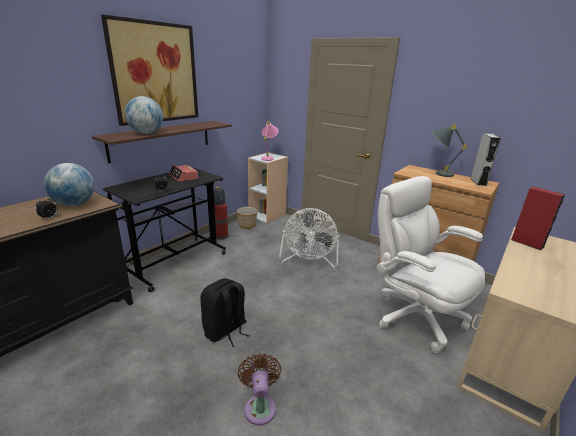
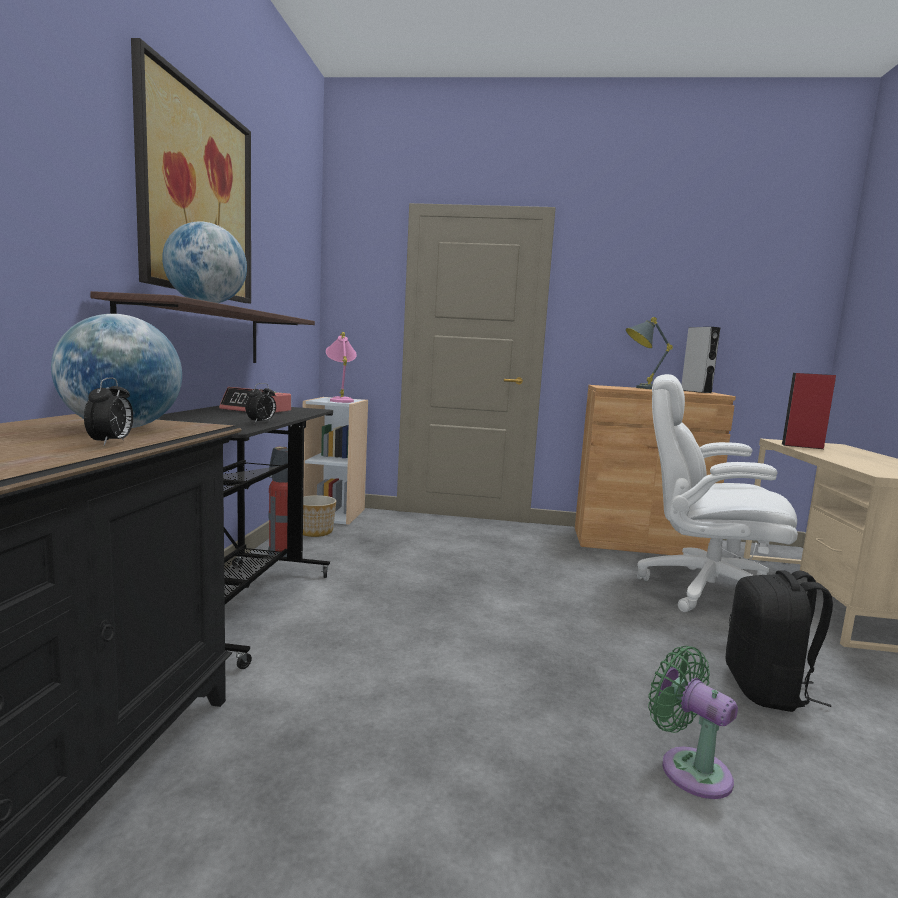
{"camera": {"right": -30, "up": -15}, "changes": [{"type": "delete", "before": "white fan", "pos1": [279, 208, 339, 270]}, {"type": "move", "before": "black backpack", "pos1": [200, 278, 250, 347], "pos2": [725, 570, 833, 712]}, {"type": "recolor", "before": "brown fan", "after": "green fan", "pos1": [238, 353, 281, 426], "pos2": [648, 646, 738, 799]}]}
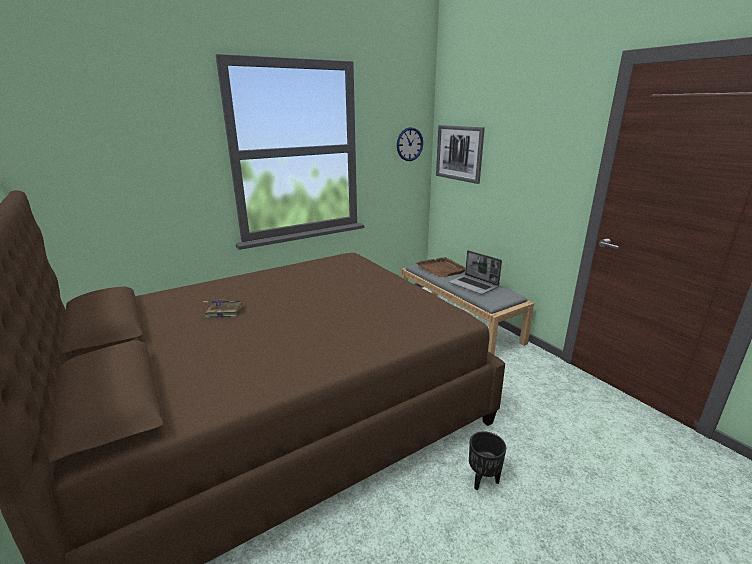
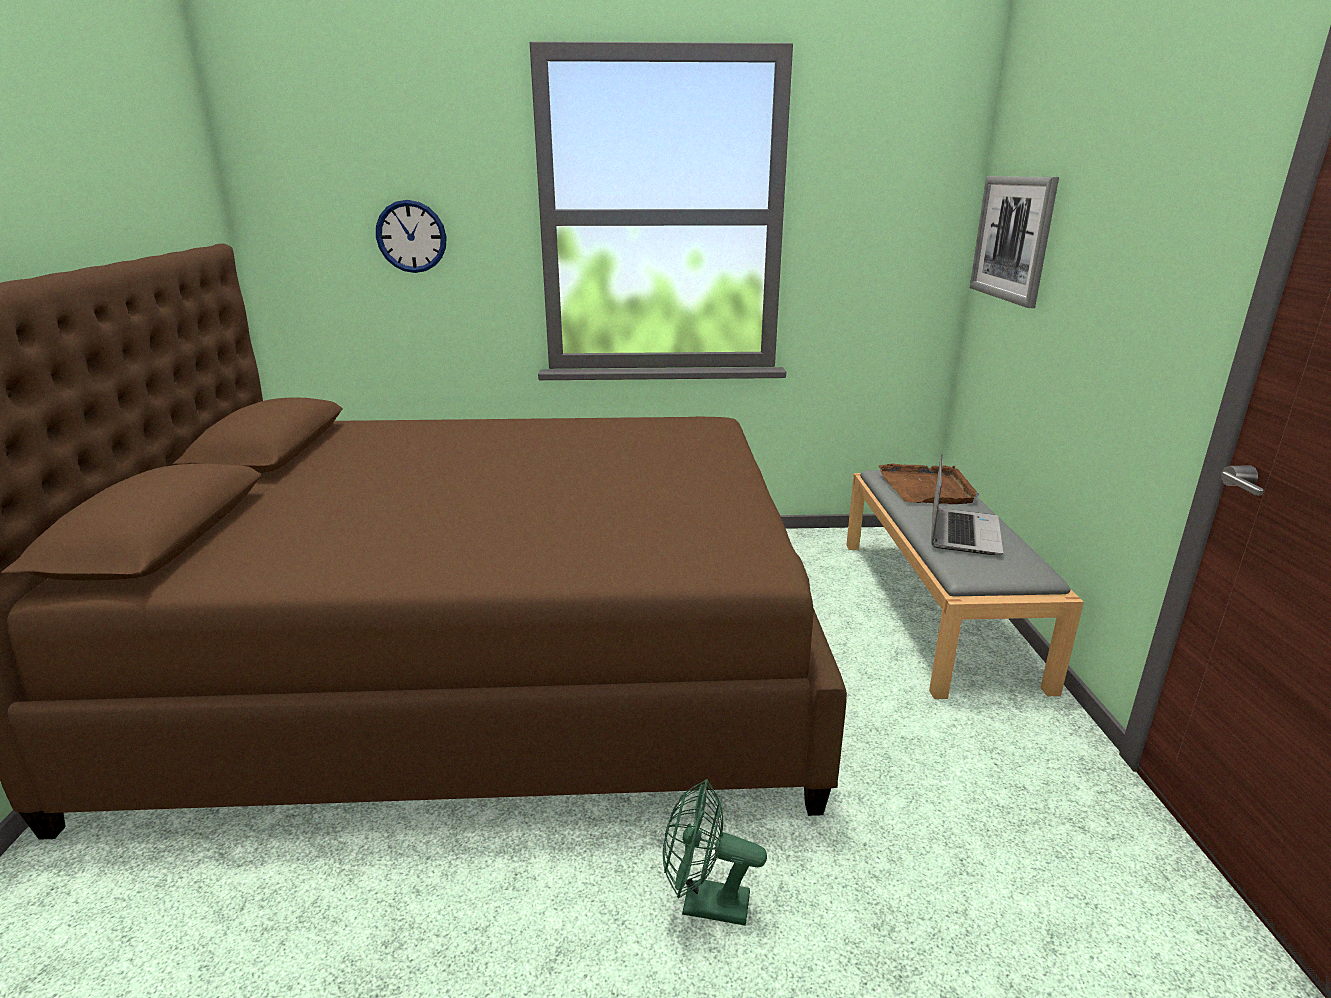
{"camera": {"right": 30, "up": 0}, "changes": [{"type": "delete", "before": "book", "pos1": [203, 299, 242, 318]}, {"type": "move", "before": "wall clock", "pos1": [397, 127, 423, 161], "pos2": [376, 200, 447, 273]}, {"type": "replace", "before": "black planter", "after": "green fan", "pos1": [469, 431, 506, 490], "pos2": [663, 779, 767, 926]}, {"type": "rotate", "before": "laptop", "pos1": [448, 250, 502, 294], "pos2": [931, 454, 1003, 555], "turn": -150}]}
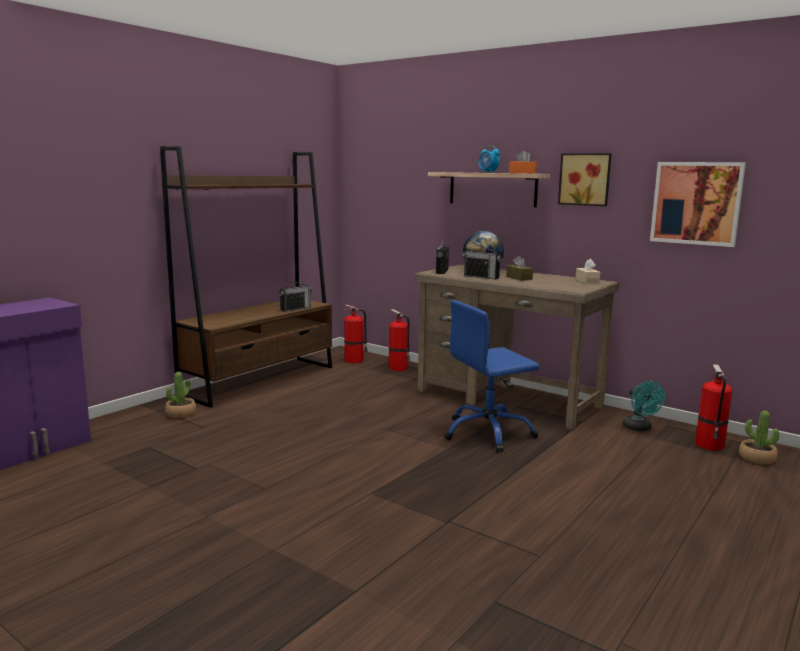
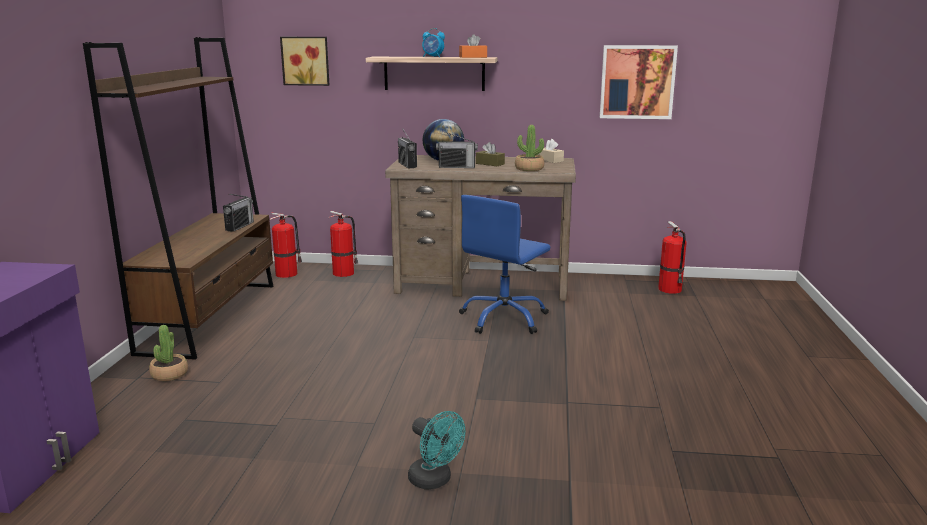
{"camera": {"right": -30, "up": 5}, "changes": [{"type": "move", "before": "picture", "pos1": [558, 153, 612, 206], "pos2": [280, 37, 329, 86]}, {"type": "move", "before": "turquoise fan", "pos1": [622, 381, 665, 431], "pos2": [408, 411, 465, 489]}, {"type": "move", "before": "potted plant", "pos1": [739, 411, 779, 465], "pos2": [515, 125, 544, 171]}]}
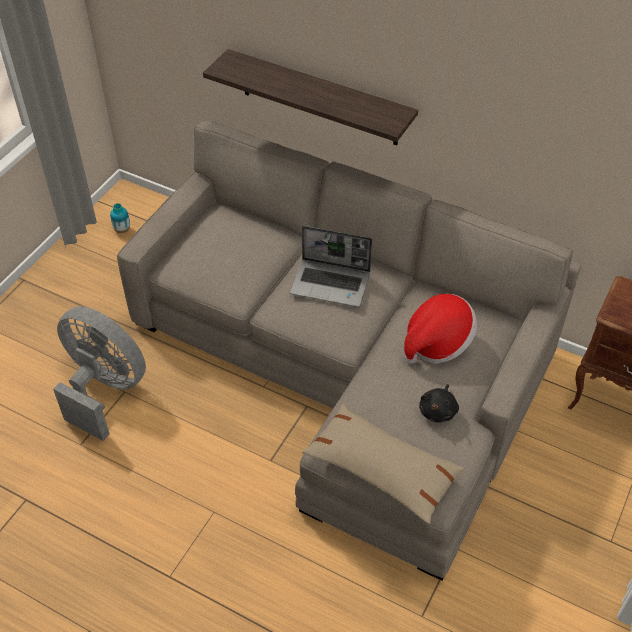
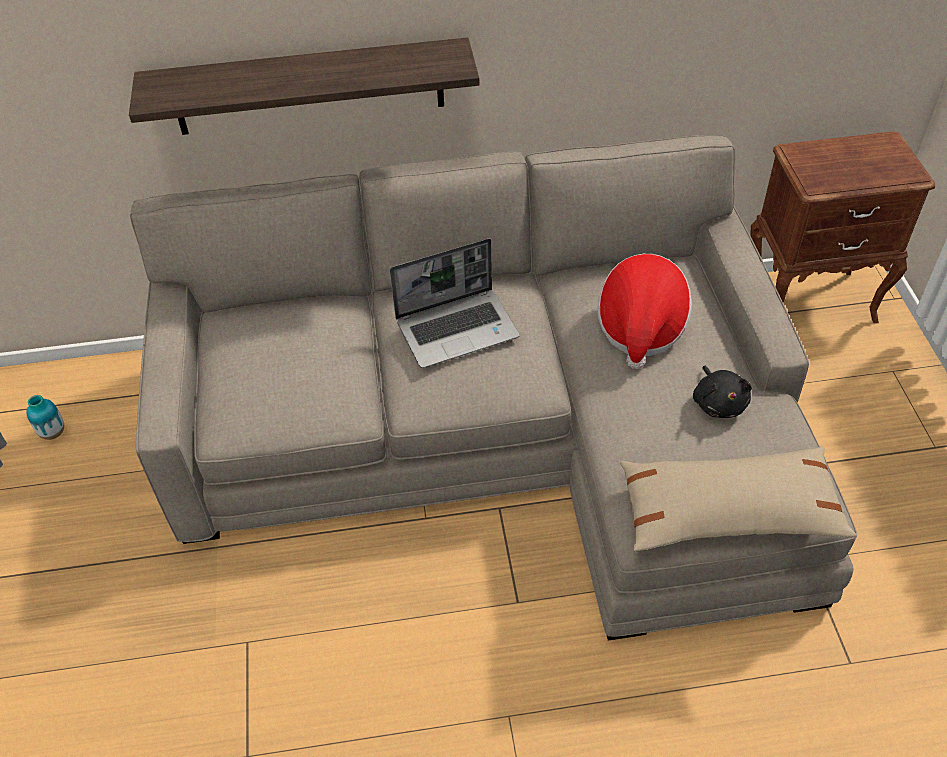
{"camera": {"right": -35, "up": 0}, "changes": [{"type": "delete", "before": "grey fan", "pos1": [53, 306, 146, 441]}]}
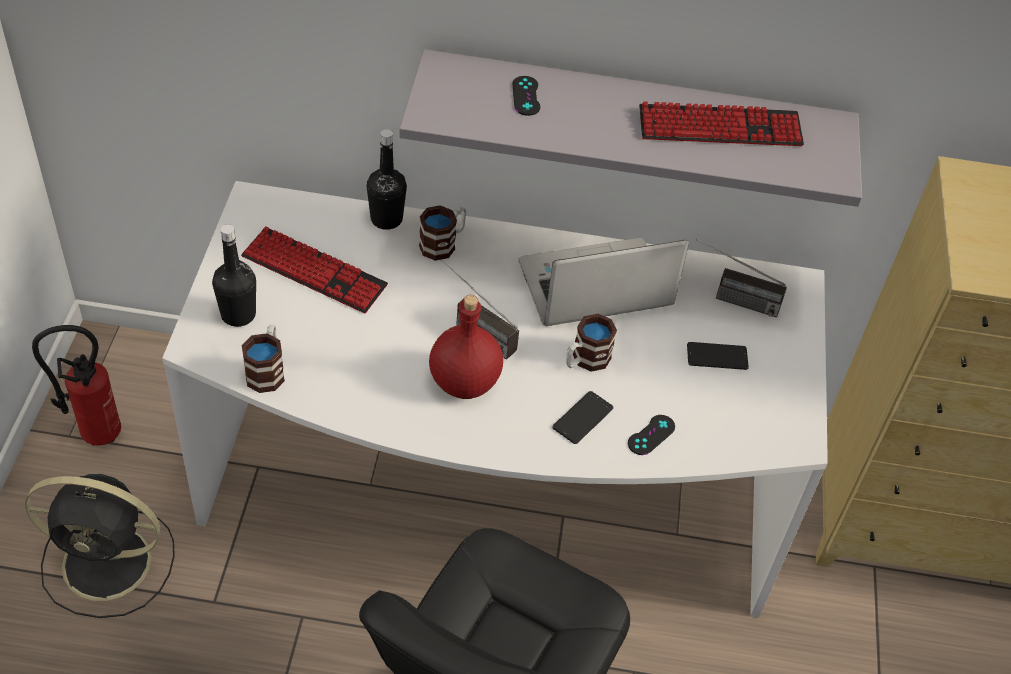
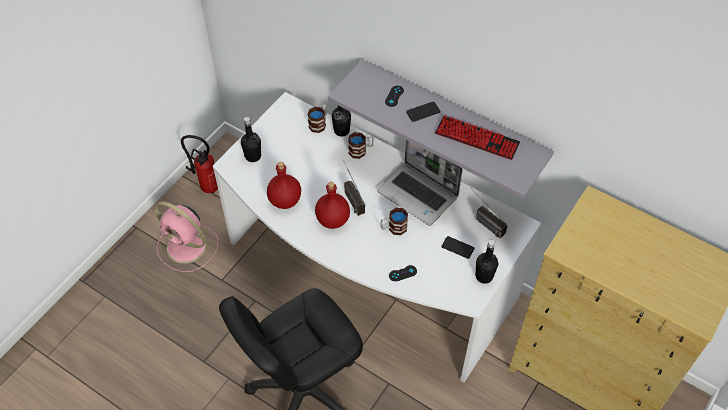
{"camera": {"right": 30, "up": 5}, "changes": [{"type": "delete", "before": "keyboard", "pos1": [241, 226, 388, 313]}, {"type": "insert", "after": "red bottle", "pos2": [267, 162, 301, 209]}, {"type": "insert", "after": "black bottle", "pos2": [476, 239, 498, 284]}, {"type": "move", "before": "mug", "pos1": [242, 325, 285, 393], "pos2": [308, 105, 327, 133]}, {"type": "move", "before": "phone", "pos1": [553, 391, 613, 444], "pos2": [406, 102, 440, 122]}, {"type": "recolor", "before": "black fan", "after": "pink fan", "pos1": [25, 474, 175, 618], "pos2": [155, 202, 218, 272]}, {"type": "rotate", "before": "laptop", "pos1": [519, 238, 689, 326], "pos2": [377, 140, 463, 226], "turn": -150}]}
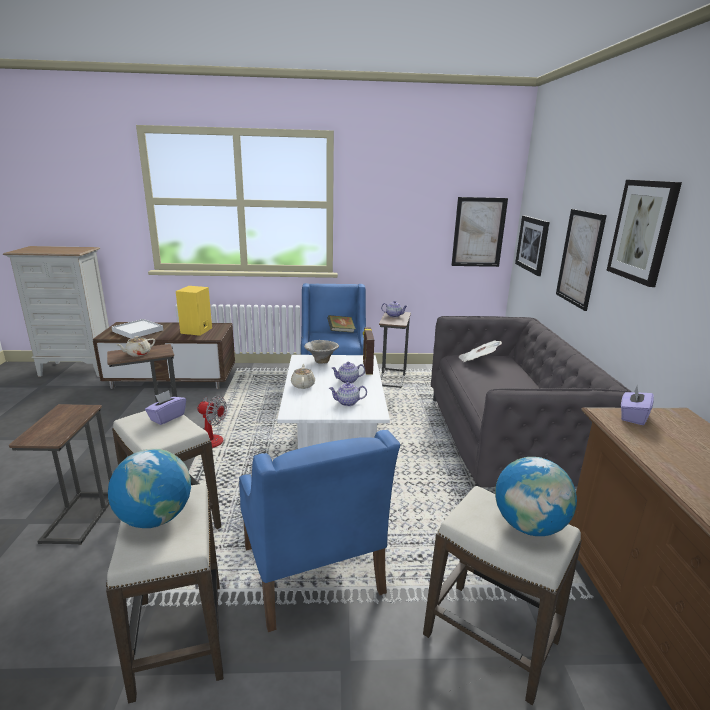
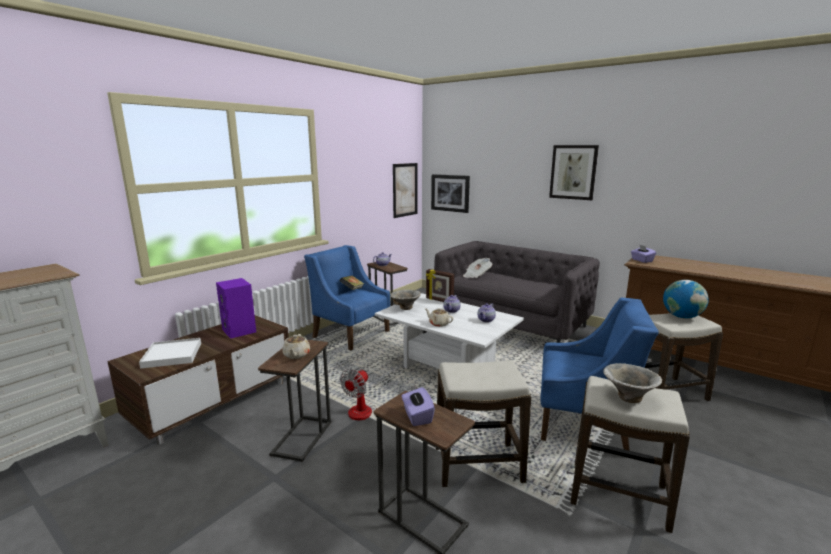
{"camera": {"right": -50, "up": -5}, "changes": [{"type": "delete", "before": "picture", "pos1": [556, 209, 607, 311]}, {"type": "move", "before": "purple tissue box", "pos1": [145, 390, 186, 425], "pos2": [402, 387, 435, 426]}, {"type": "replace", "before": "globe", "after": "bowl", "pos1": [108, 449, 191, 528], "pos2": [603, 363, 662, 403]}, {"type": "recolor", "before": "yellow speaker", "after": "purple speaker", "pos1": [176, 286, 212, 336], "pos2": [216, 278, 256, 339]}, {"type": "rotate", "before": "fan", "pos1": [198, 396, 227, 448], "pos2": [340, 369, 417, 420], "turn": 150}]}
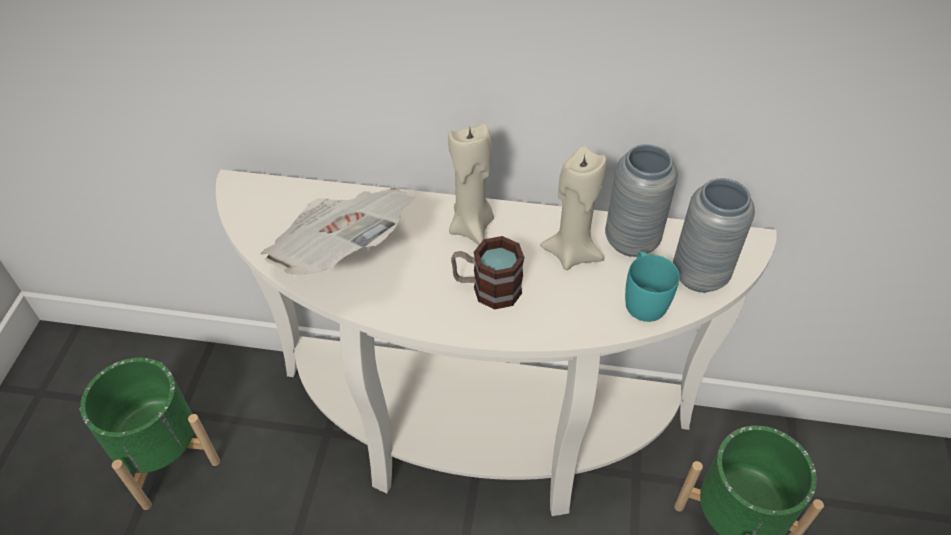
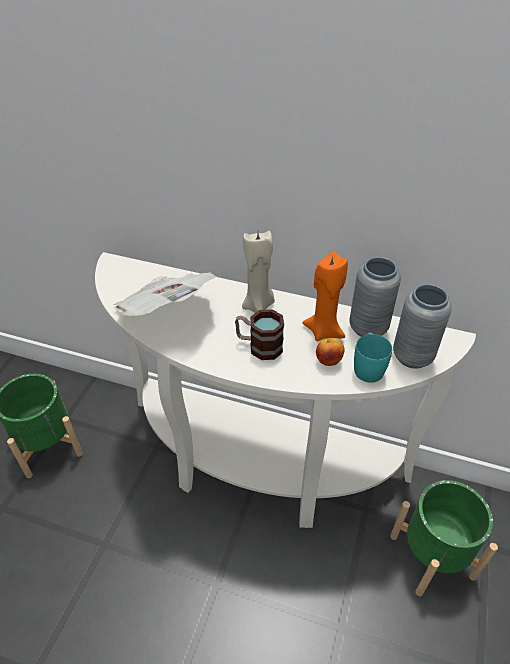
{"camera": {"right": 10, "up": -5}, "changes": [{"type": "insert", "after": "apple", "pos2": [316, 338, 345, 366]}, {"type": "recolor", "before": "beige candle", "after": "orange candle", "pos1": [540, 146, 607, 270], "pos2": [302, 252, 348, 341]}]}
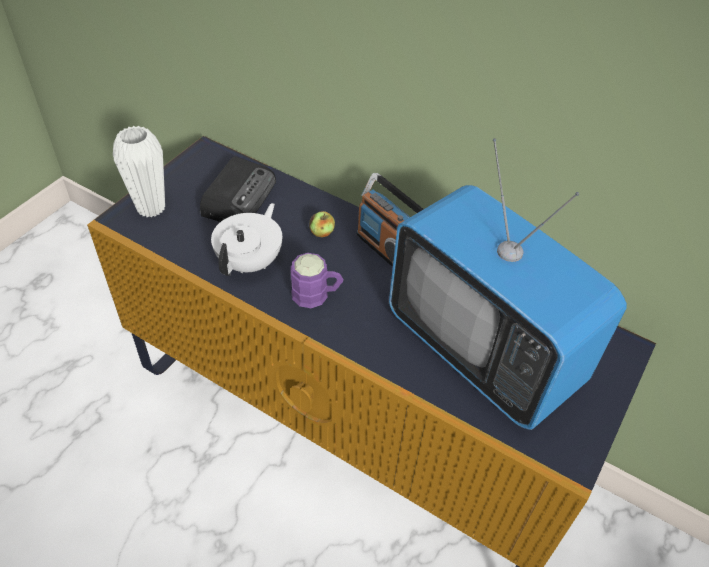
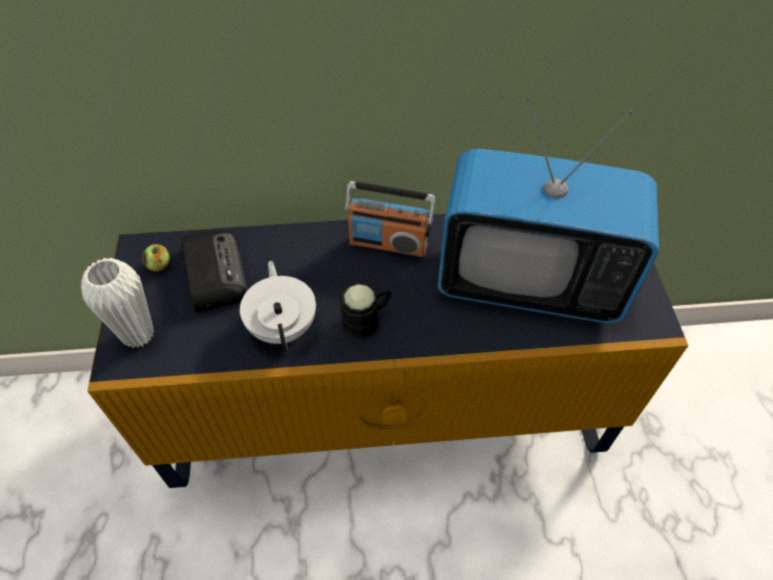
{"camera": {"right": -35, "up": 5}, "changes": [{"type": "move", "before": "apple", "pos1": [309, 211, 335, 237], "pos2": [142, 244, 170, 272]}, {"type": "recolor", "before": "purple mug", "after": "black mug", "pos1": [291, 253, 344, 308], "pos2": [340, 283, 392, 338]}]}
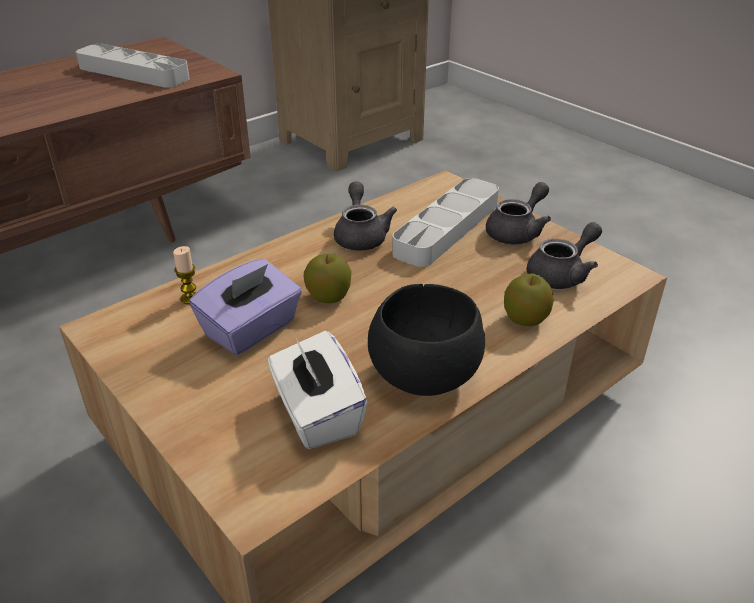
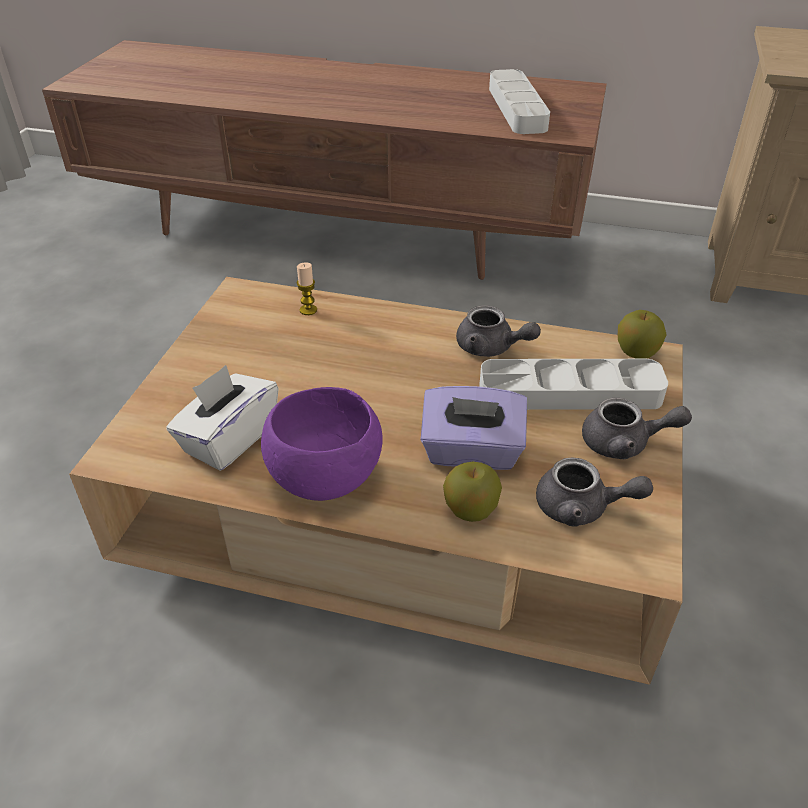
{"camera": {"right": 55, "up": 5}, "changes": [{"type": "move", "before": "purple tissue box", "pos1": [189, 259, 302, 355], "pos2": [421, 386, 527, 470]}, {"type": "move", "before": "apple", "pos1": [304, 254, 352, 303], "pos2": [618, 310, 667, 359]}, {"type": "recolor", "before": "black bowl", "after": "purple bowl", "pos1": [368, 284, 485, 396], "pos2": [261, 387, 383, 501]}, {"type": "rotate", "before": "grey teapot", "pos1": [334, 181, 397, 251], "pos2": [456, 305, 541, 357], "turn": 75}]}
